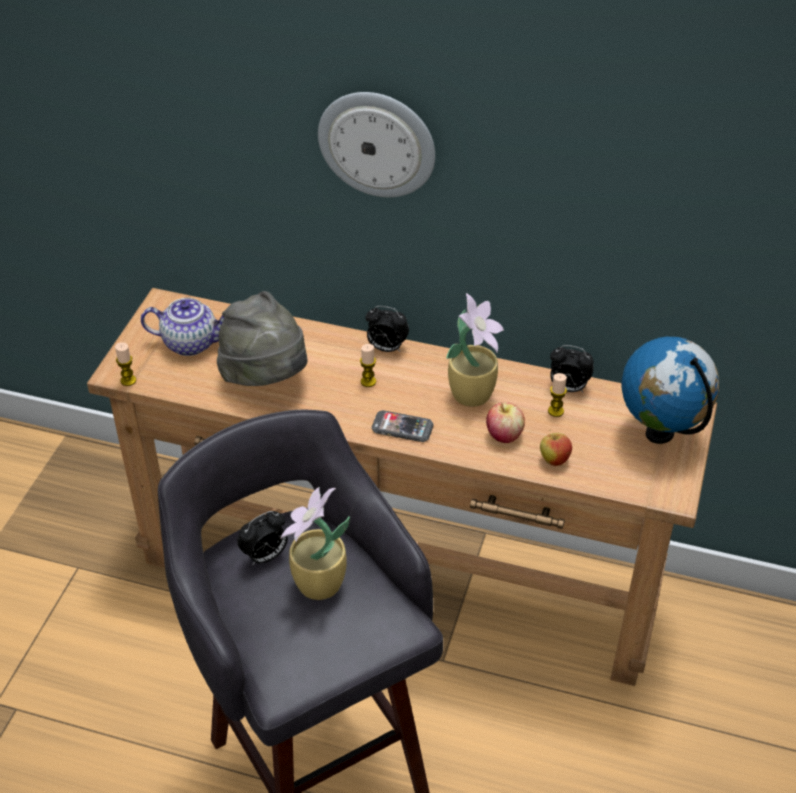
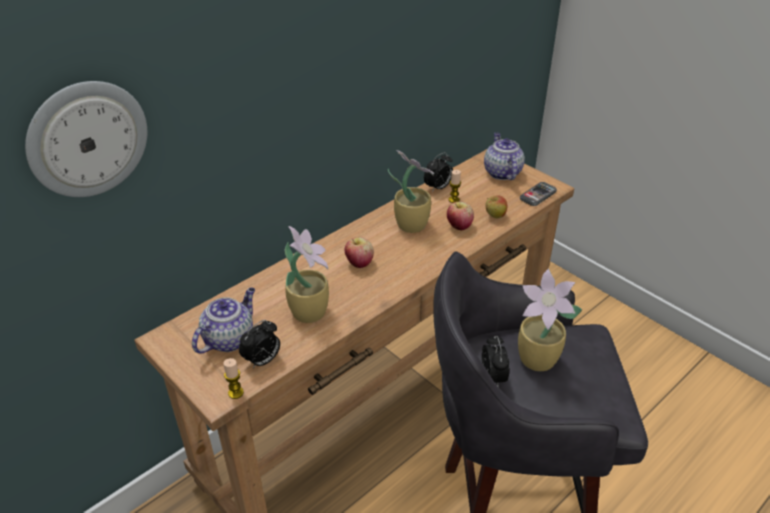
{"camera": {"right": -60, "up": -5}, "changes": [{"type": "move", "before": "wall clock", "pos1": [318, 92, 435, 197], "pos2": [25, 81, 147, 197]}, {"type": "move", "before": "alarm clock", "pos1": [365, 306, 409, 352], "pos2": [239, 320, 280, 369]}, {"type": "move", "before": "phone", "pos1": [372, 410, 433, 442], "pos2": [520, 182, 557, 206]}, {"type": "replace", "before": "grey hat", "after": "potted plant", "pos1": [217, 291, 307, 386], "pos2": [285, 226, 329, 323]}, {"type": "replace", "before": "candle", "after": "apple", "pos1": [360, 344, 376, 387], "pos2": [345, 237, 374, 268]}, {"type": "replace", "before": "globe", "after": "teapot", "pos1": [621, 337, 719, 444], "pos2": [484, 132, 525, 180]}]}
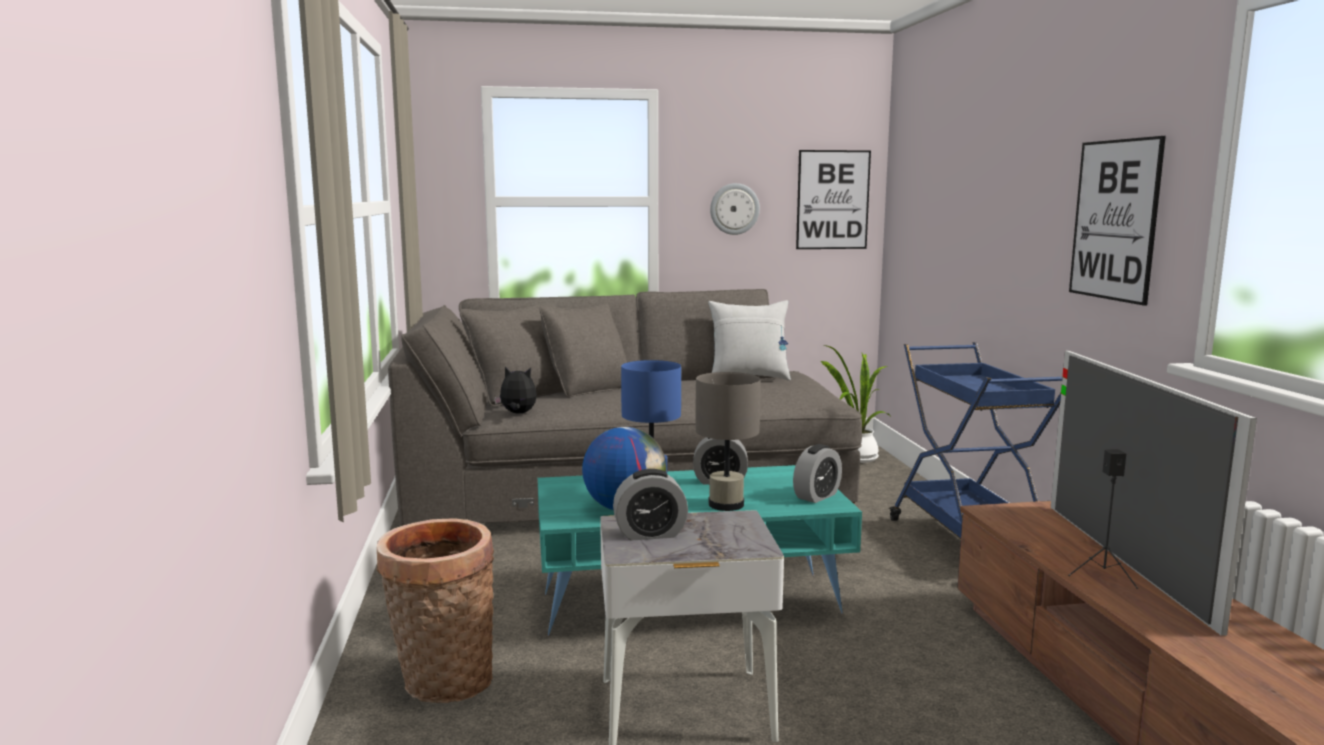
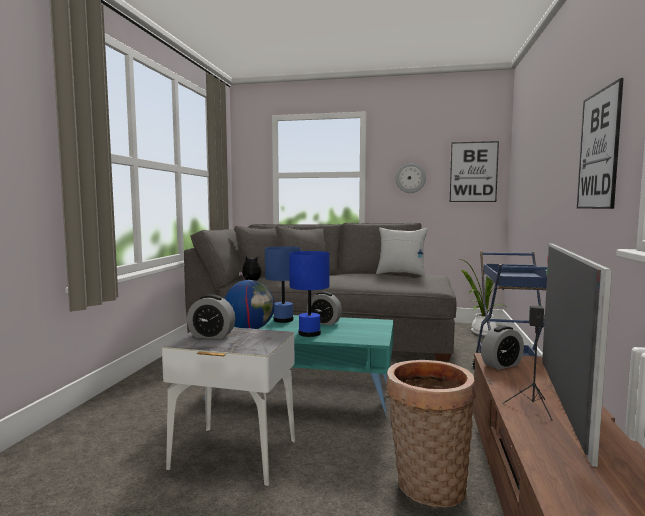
{"camera": {"right": 20, "up": -5}, "changes": [{"type": "move", "before": "basket", "pos1": [376, 518, 494, 703], "pos2": [386, 360, 476, 508]}, {"type": "move", "before": "alarm clock", "pos1": [793, 444, 842, 503], "pos2": [481, 325, 524, 370]}, {"type": "recolor", "before": "grey table lamp", "after": "blue table lamp", "pos1": [696, 372, 761, 511], "pos2": [289, 251, 330, 337]}]}
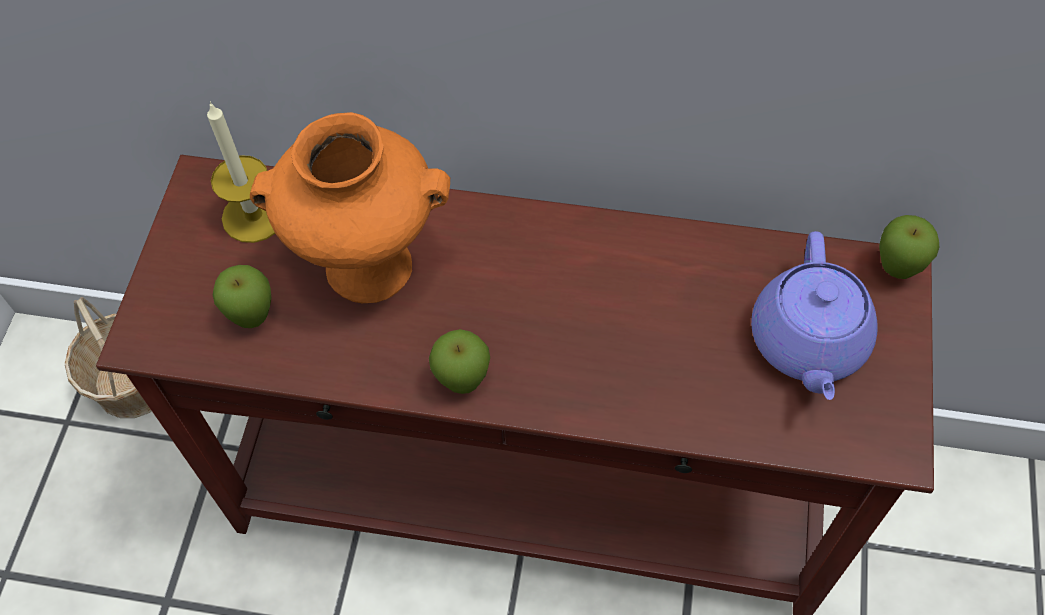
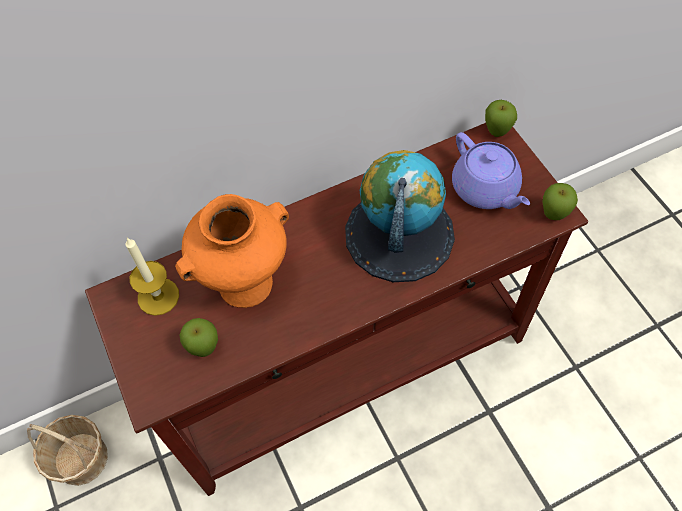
{"camera": {"right": -35, "up": 0}, "changes": [{"type": "insert", "after": "globe", "pos2": [345, 150, 455, 282]}, {"type": "move", "before": "apple", "pos1": [429, 329, 490, 394], "pos2": [542, 183, 578, 220]}]}
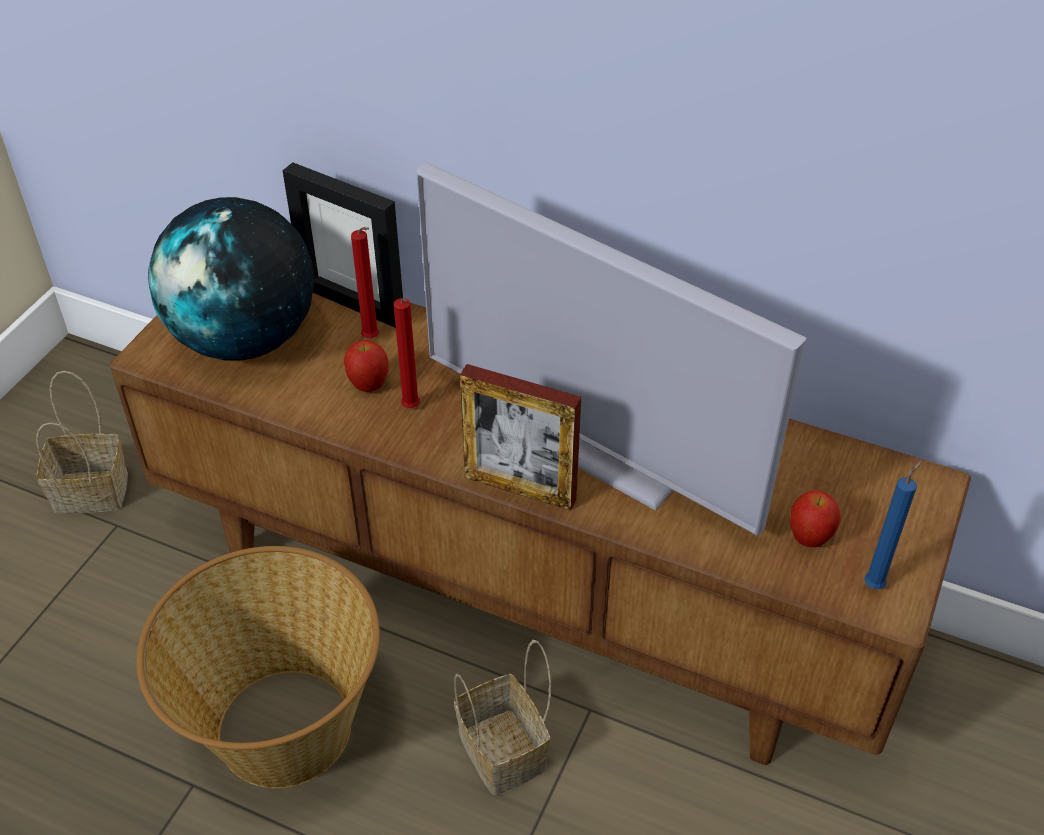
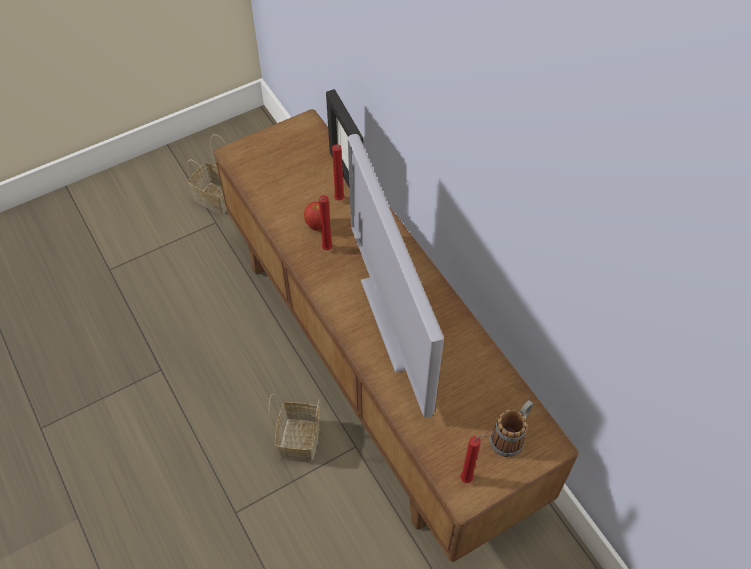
{"camera": {"right": 35, "up": 10}, "changes": [{"type": "delete", "before": "basket", "pos1": [137, 546, 380, 789]}, {"type": "delete", "before": "globe", "pos1": [148, 197, 315, 361]}, {"type": "delete", "before": "picture frame", "pos1": [460, 364, 581, 511]}, {"type": "delete", "before": "apple", "pos1": [790, 490, 841, 547]}, {"type": "insert", "after": "mug", "pos2": [490, 400, 533, 457]}, {"type": "recolor", "before": "blue candle", "after": "red candle", "pos1": [864, 460, 922, 589], "pos2": [460, 434, 488, 483]}]}
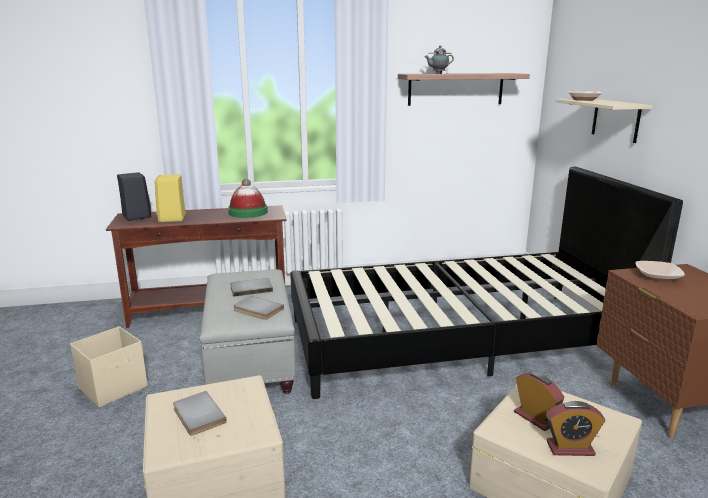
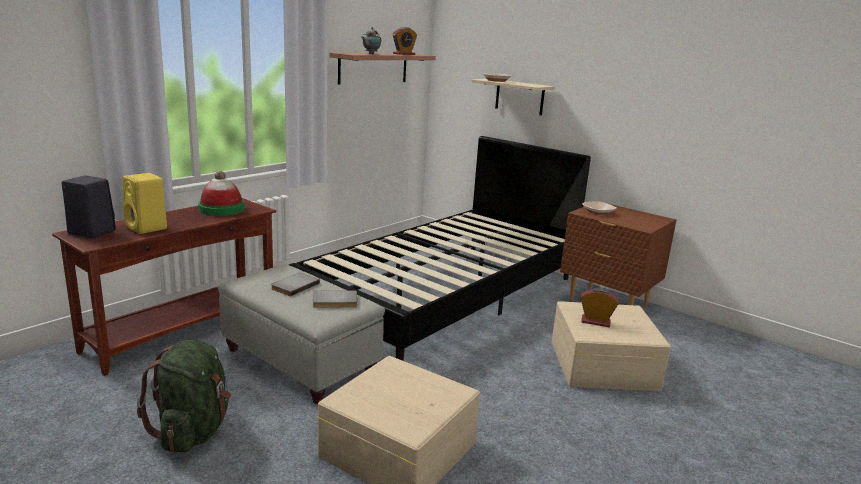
{"camera": {"right": -40, "up": 0}, "changes": [{"type": "delete", "before": "grey book", "pos1": [173, 391, 227, 436]}, {"type": "move", "before": "alarm clock", "pos1": [546, 401, 605, 456], "pos2": [393, 27, 417, 55]}, {"type": "replace", "before": "beige storage box", "after": "green backpack", "pos1": [70, 326, 148, 408], "pos2": [137, 340, 231, 453]}]}
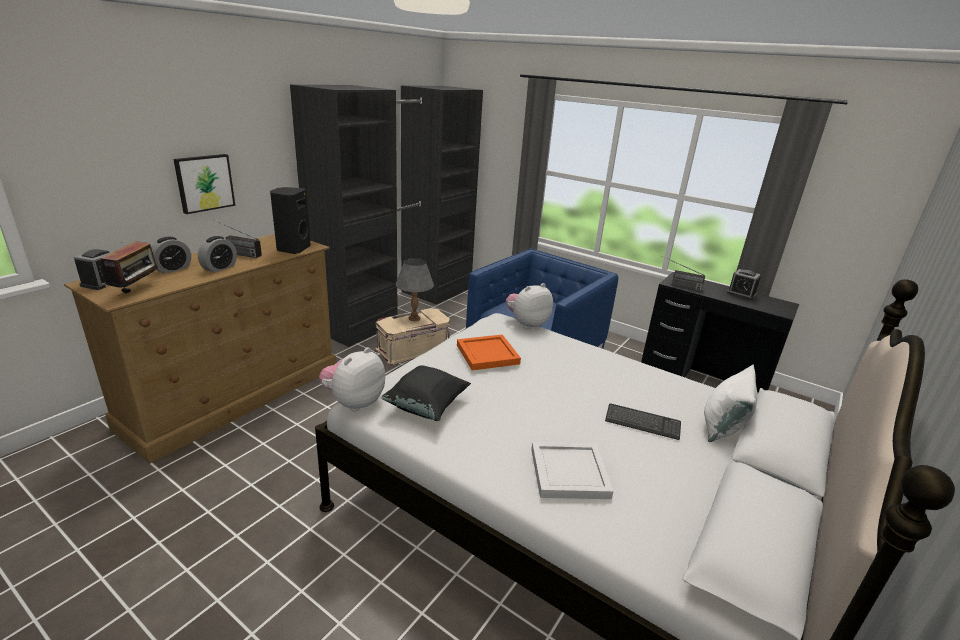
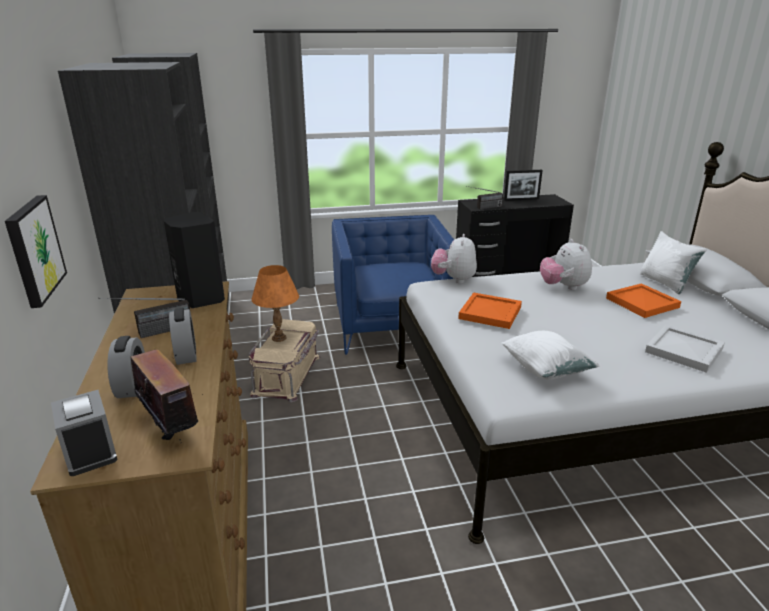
{"camera": {"right": -45, "up": 0}, "changes": [{"type": "move", "before": "plush toy", "pos1": [319, 347, 385, 411], "pos2": [540, 239, 592, 290]}, {"type": "replace", "before": "keyboard", "after": "orange tray", "pos1": [605, 403, 681, 440], "pos2": [606, 283, 681, 318]}, {"type": "replace", "before": "alarm clock", "after": "picture frame", "pos1": [727, 269, 761, 300], "pos2": [504, 170, 543, 201]}, {"type": "recolor", "before": "black pillow", "after": "white pillow", "pos1": [381, 366, 471, 421], "pos2": [501, 331, 600, 380]}, {"type": "recolor", "before": "grey table lamp", "after": "orange table lamp", "pos1": [396, 258, 434, 321], "pos2": [251, 265, 299, 342]}]}
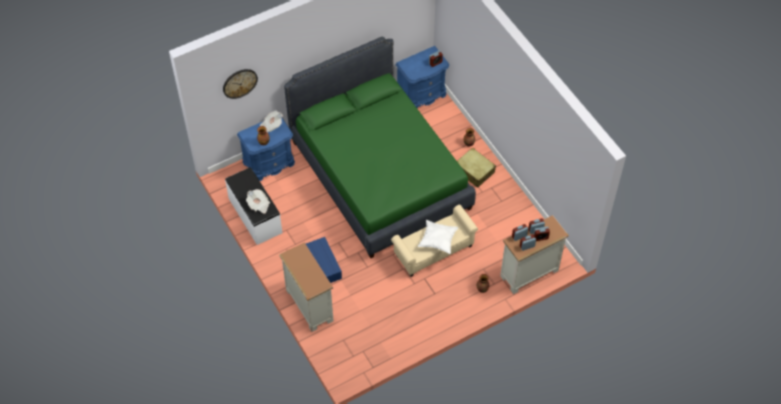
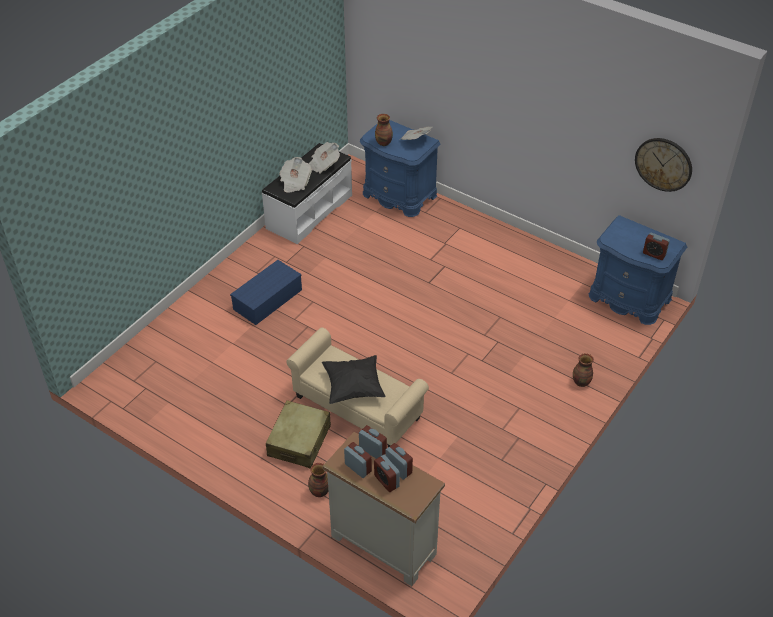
{"camera": {"right": 65, "up": -10}, "changes": [{"type": "delete", "before": "white dresser", "pos1": [279, 242, 334, 332]}, {"type": "delete", "before": "green bed", "pos1": [284, 37, 476, 258]}, {"type": "insert", "after": "newspaper", "pos2": [309, 142, 340, 173]}, {"type": "move", "before": "wall clock", "pos1": [223, 69, 258, 99], "pos2": [635, 138, 692, 192]}, {"type": "move", "before": "beige suitcase", "pos1": [457, 147, 496, 188], "pos2": [266, 400, 331, 468]}, {"type": "recolor", "before": "white pillow", "after": "black pillow", "pos1": [418, 220, 458, 254], "pos2": [322, 355, 385, 404]}]}
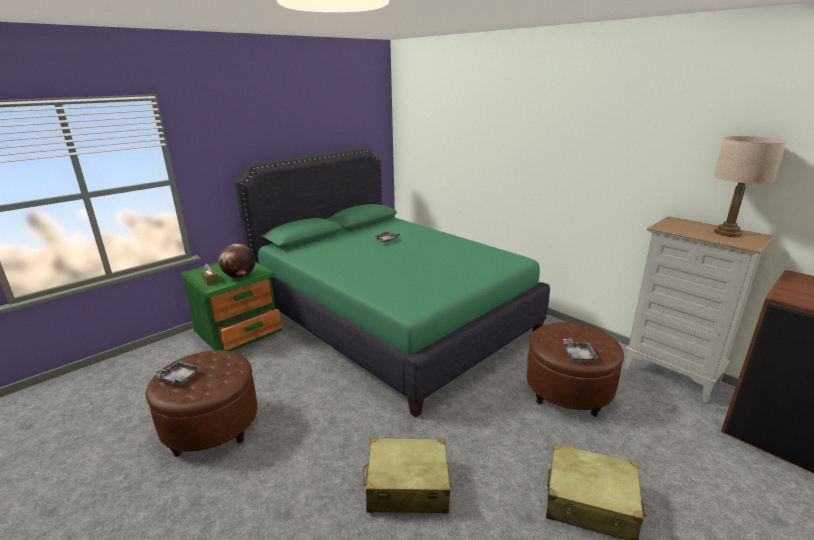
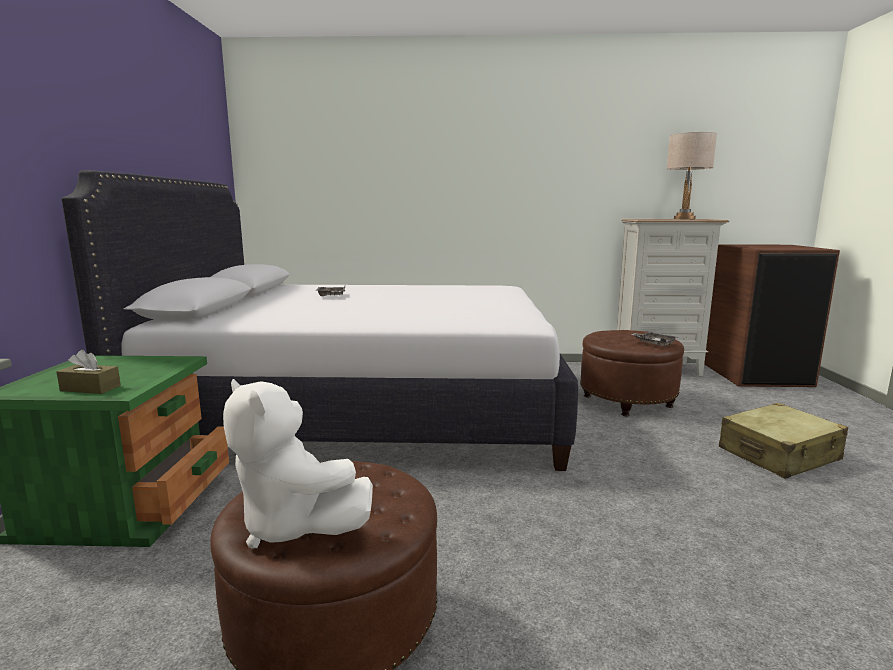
{"camera": {"right": -45, "up": -10}, "changes": [{"type": "delete", "before": "globe", "pos1": [219, 244, 255, 278]}, {"type": "delete", "before": "beige suitcase", "pos1": [363, 437, 450, 513]}, {"type": "replace", "before": "grey tray", "after": "white plush toy", "pos1": [152, 361, 200, 385], "pos2": [223, 379, 373, 548]}, {"type": "recolor", "before": "green bed", "after": "white bed", "pos1": [235, 148, 550, 418], "pos2": [61, 170, 578, 471]}]}
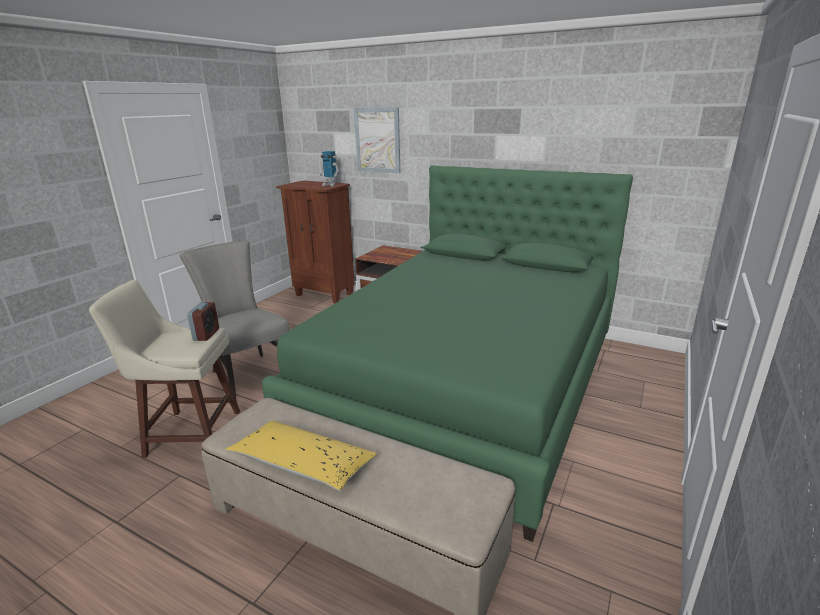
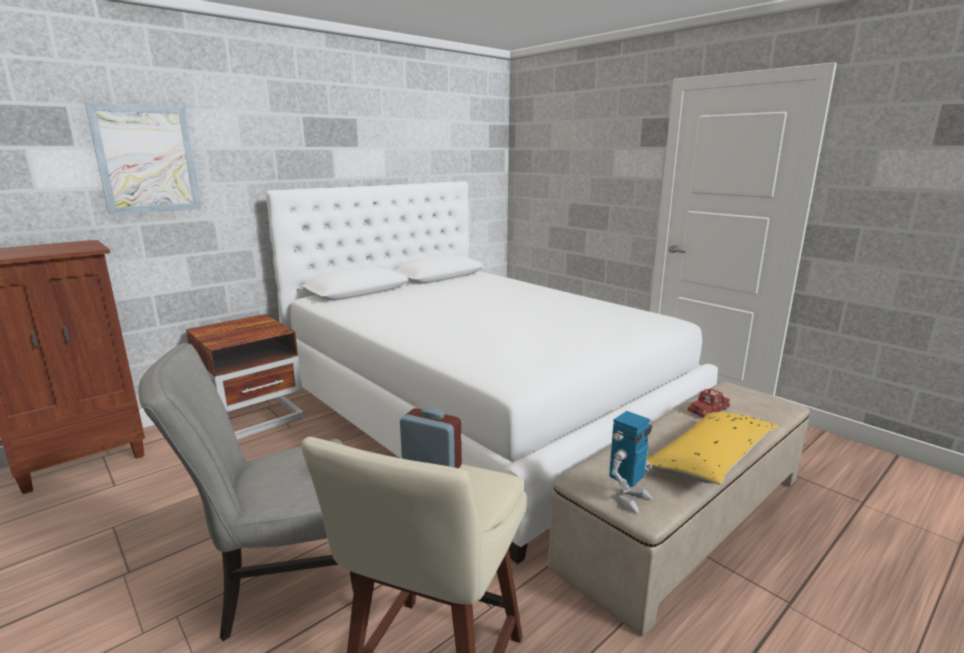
{"camera": {"right": -70, "up": -5}, "changes": [{"type": "insert", "after": "red toy car", "pos2": [688, 388, 730, 417]}, {"type": "move", "before": "toy robot", "pos1": [320, 151, 339, 187], "pos2": [609, 411, 653, 513]}, {"type": "recolor", "before": "green bed", "after": "white bed", "pos1": [262, 165, 633, 542], "pos2": [265, 181, 718, 564]}]}
